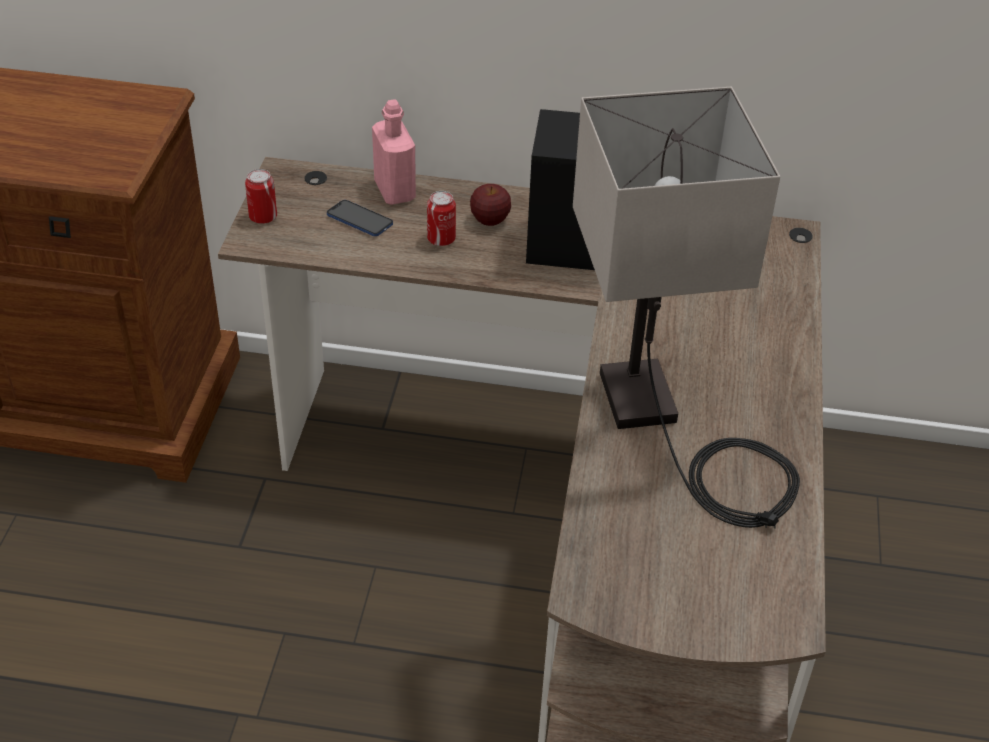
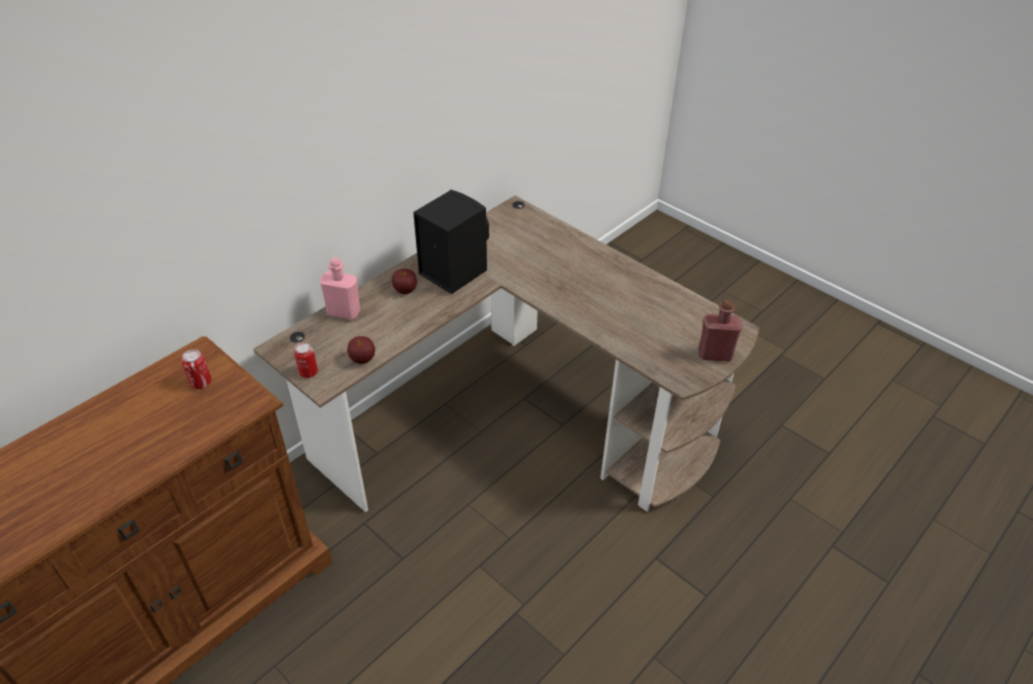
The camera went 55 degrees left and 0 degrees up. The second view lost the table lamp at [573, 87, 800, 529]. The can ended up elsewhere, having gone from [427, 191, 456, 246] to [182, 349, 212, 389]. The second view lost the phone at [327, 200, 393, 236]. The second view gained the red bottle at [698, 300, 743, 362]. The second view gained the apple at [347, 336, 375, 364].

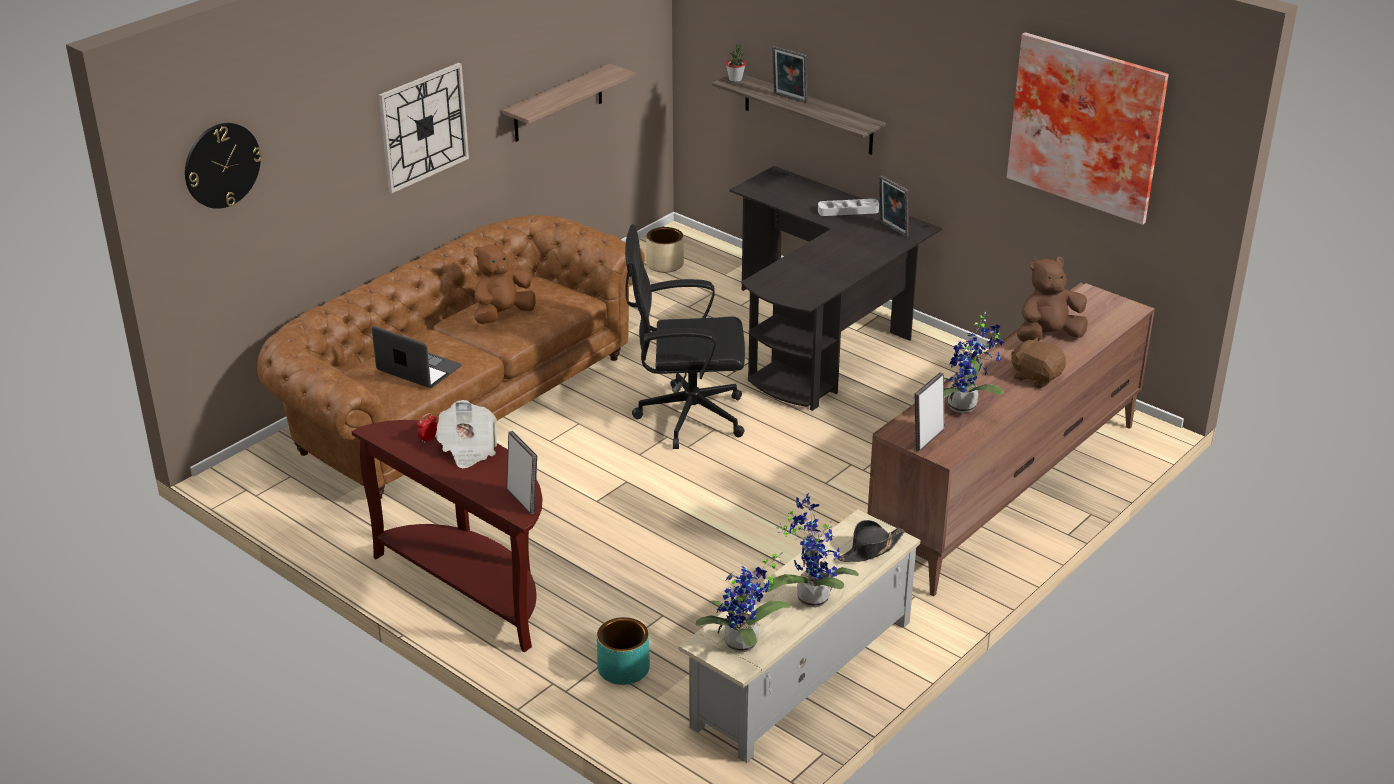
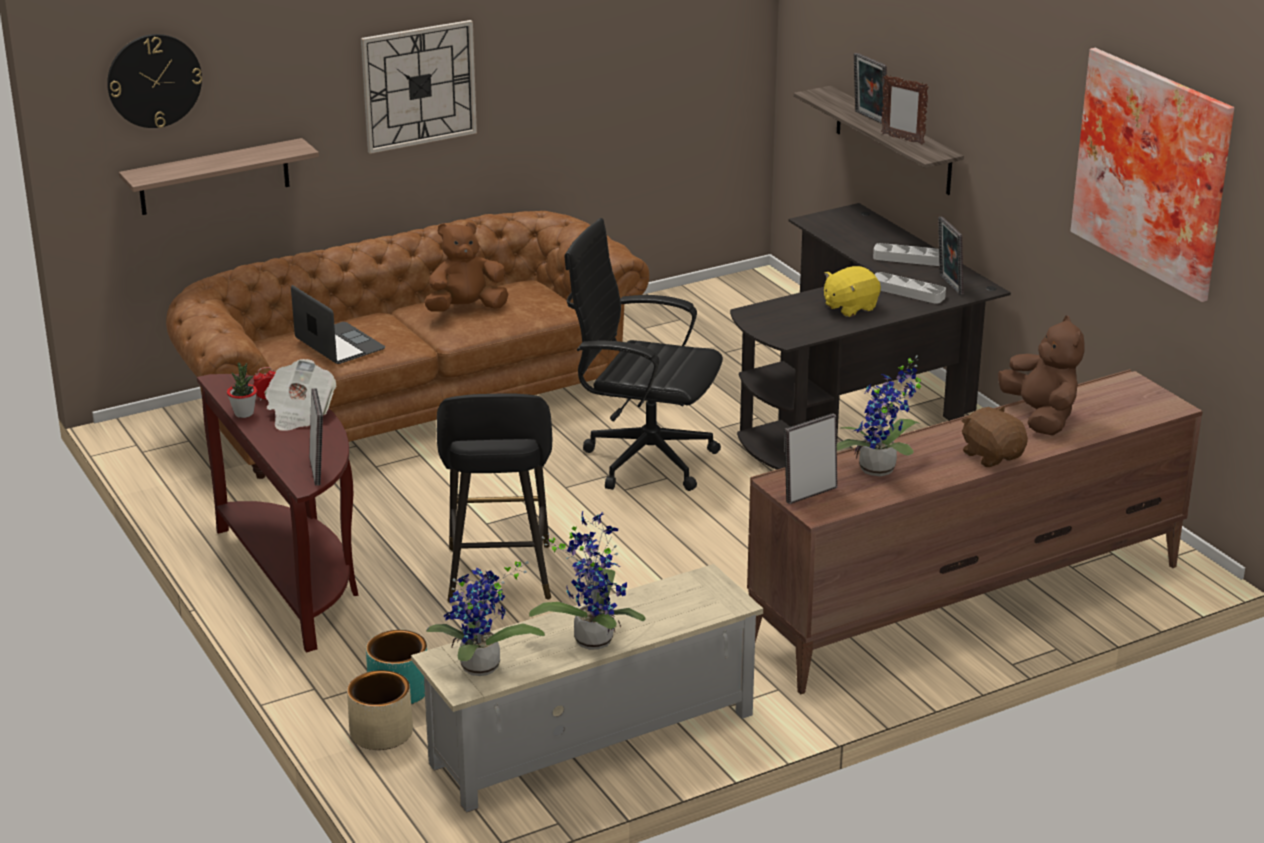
The camera went 20 degrees right and 5 degrees down. The potted plant ended up elsewhere, having gone from [726, 42, 746, 82] to [227, 362, 257, 418]. The shelf ended up elsewhere, having gone from [503, 64, 635, 142] to [119, 138, 319, 215]. The beige planter ended up elsewhere, having gone from [646, 227, 684, 273] to [347, 670, 413, 750]. The brown plush toy at [1017, 256, 1088, 342] ended up facing another way, 75 degrees clockwise from before. The second view lost the black hat at [837, 520, 905, 562]. The second view gained the picture frame at [881, 75, 929, 145]. The second view gained the yellow plush toy at [824, 266, 881, 317]. The second view gained the grey tray at [874, 272, 946, 304]. The second view gained the black stool at [437, 393, 552, 602].

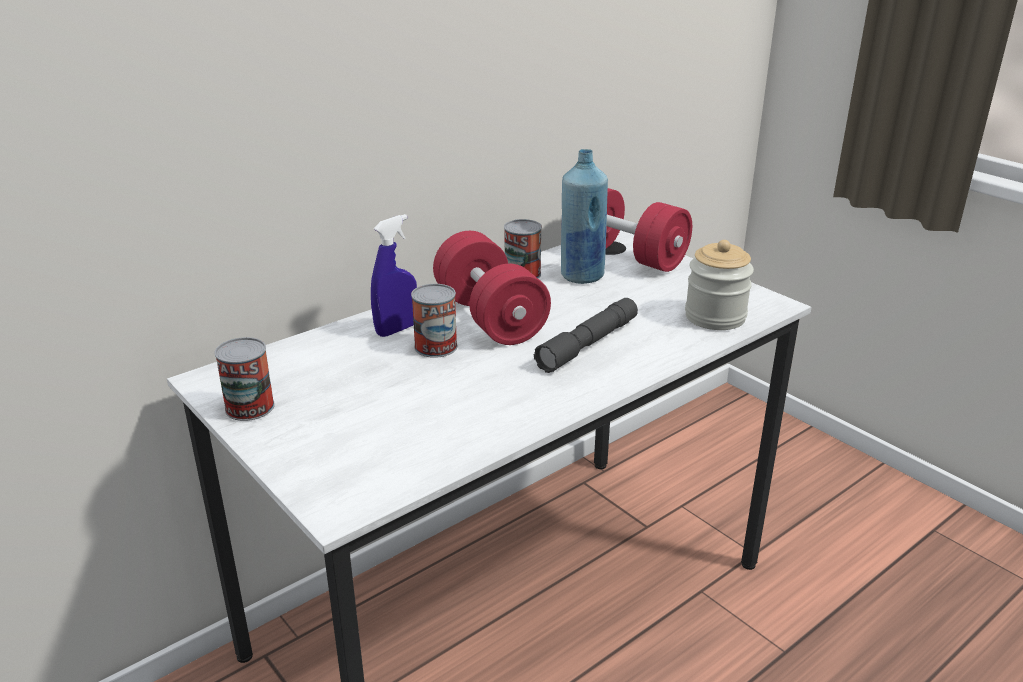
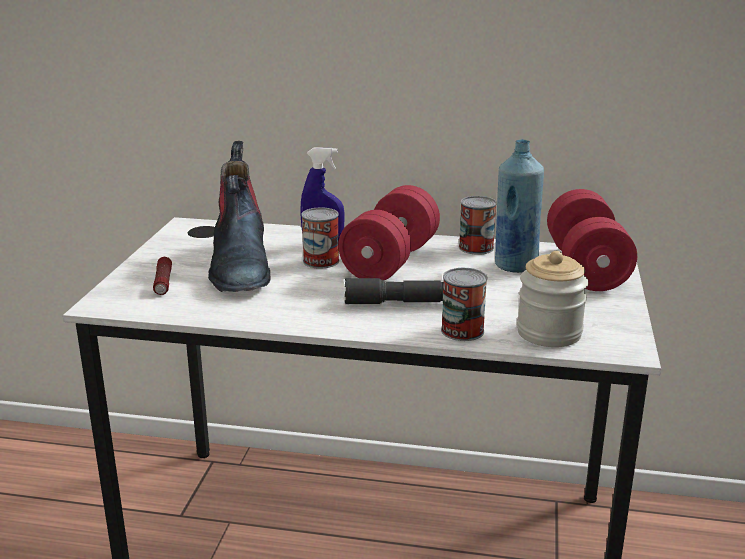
The camera went 50 degrees right and 5 degrees down. The can ended up elsewhere, having gone from [215, 337, 275, 421] to [441, 268, 487, 341]. The second view gained the boot at [208, 141, 271, 292]. The second view gained the flashlight at [153, 257, 172, 295].

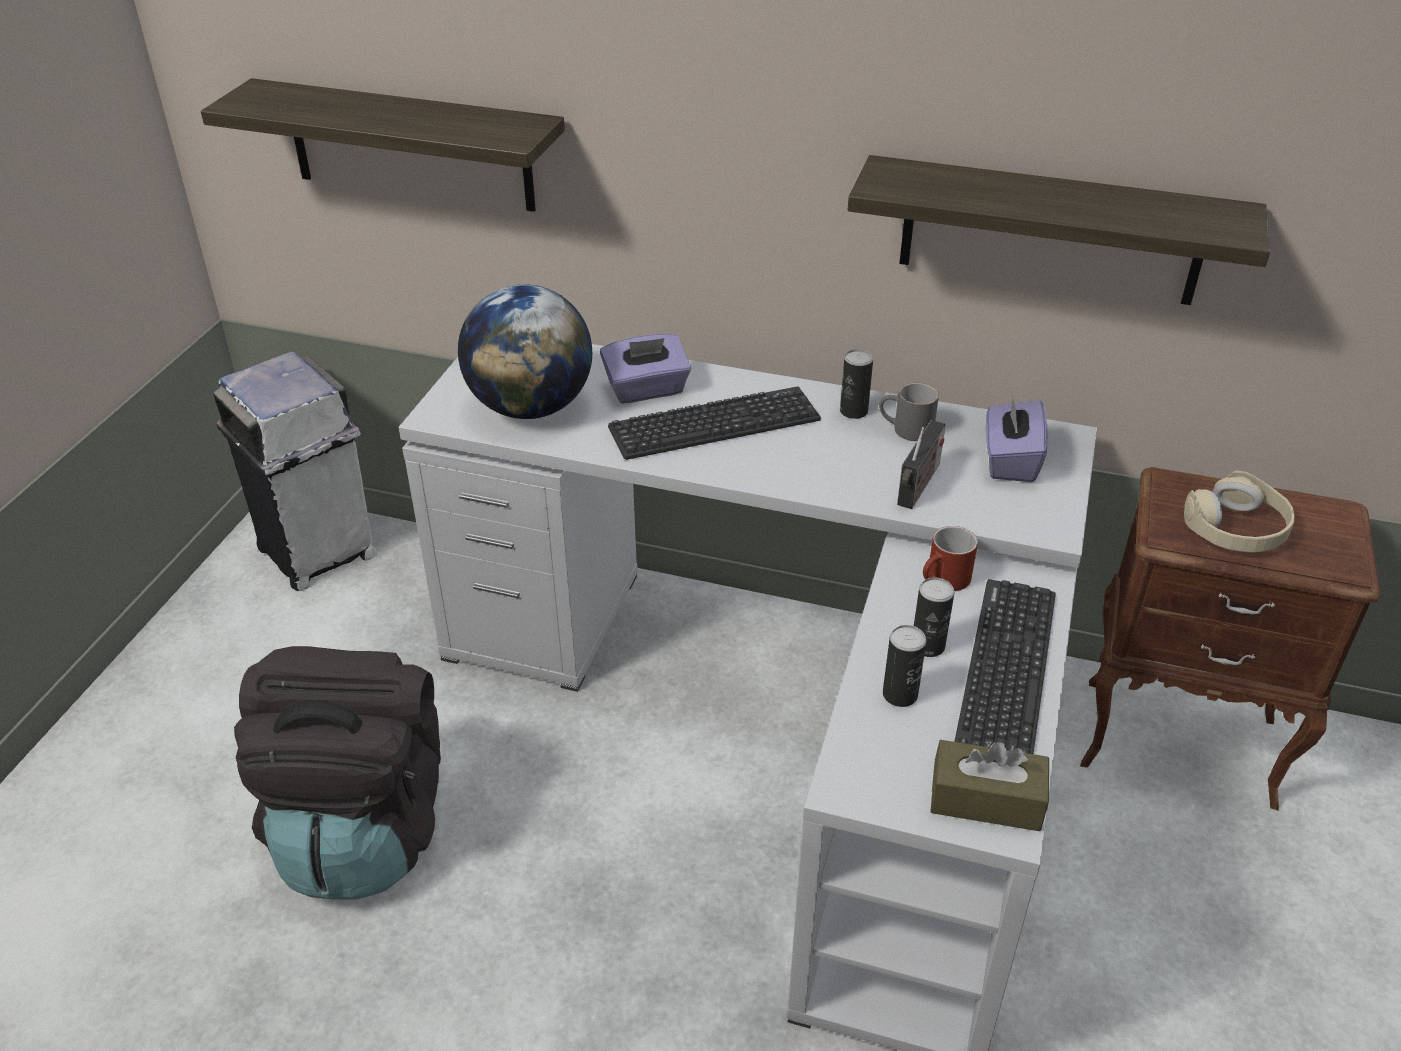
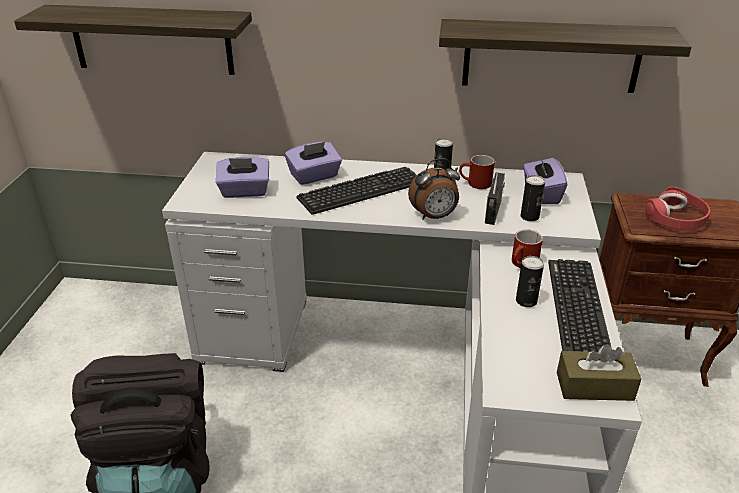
The camera went 10 degrees left and 5 degrees down. Where the globe stood at [458, 284, 592, 419], the purple tissue box came to stand at [216, 157, 269, 198]. The second view lost the white trash can at [213, 351, 377, 591]. What was the grey mug at [879, 383, 939, 441] turned into the red mug at [459, 155, 495, 189]. What was the beige headphones at [1184, 471, 1295, 553] turned into the red headphones at [645, 187, 711, 230]. The can ended up elsewhere, having gone from [883, 625, 927, 707] to [521, 175, 545, 221]. The second view gained the alarm clock at [408, 158, 460, 220].

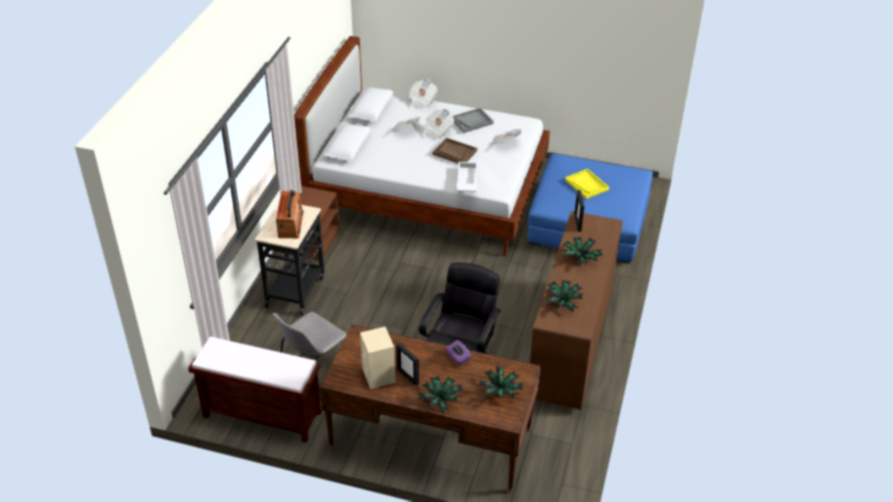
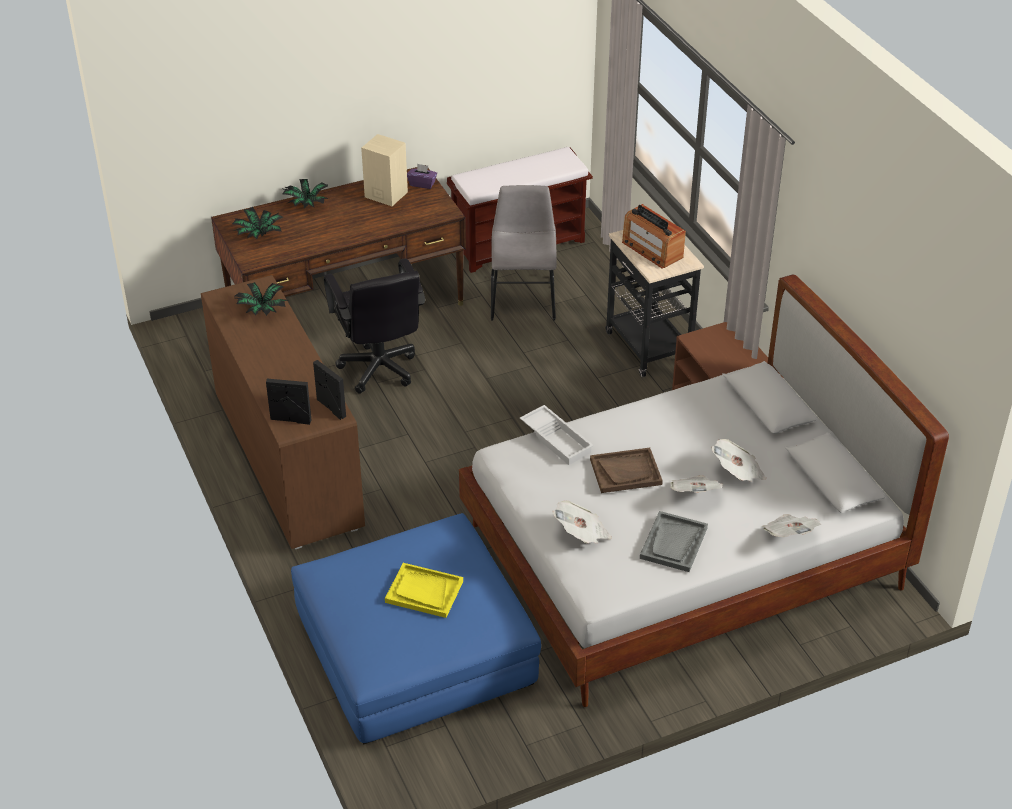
The camera went 140 degrees right and 0 degrees up. The second view lost the potted plant at [562, 237, 603, 265]. The purple tissue box ended up elsewhere, having gone from [446, 340, 471, 366] to [407, 163, 437, 189]. The picture frame ended up elsewhere, having gone from [396, 342, 419, 386] to [266, 379, 311, 425].

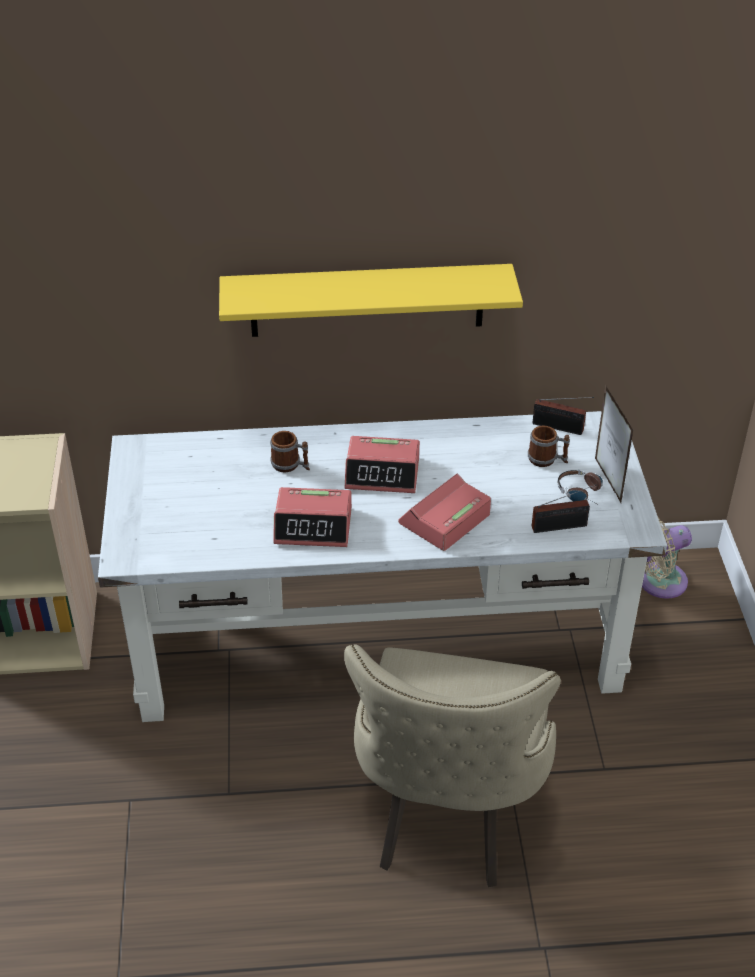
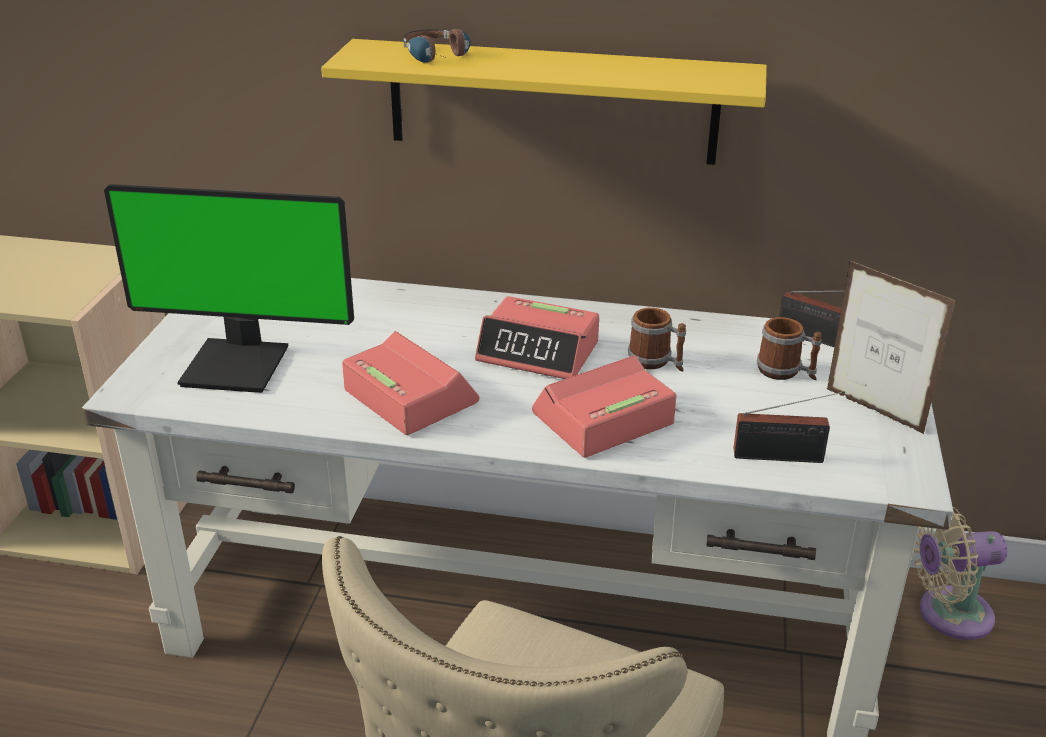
The camera went 15 degrees right and 10 degrees down. The picture frame at [595, 385, 634, 503] ended up facing another way, 135 degrees clockwise from before. The mug ended up elsewhere, having gone from [270, 431, 310, 473] to [628, 308, 686, 372]. The headphones ended up elsewhere, having gone from [557, 470, 603, 505] to [404, 29, 471, 63]. The alarm clock at [273, 487, 352, 547] ended up facing another way, 150 degrees counterclockwise from before. The second view gained the monitor at [104, 184, 354, 393].

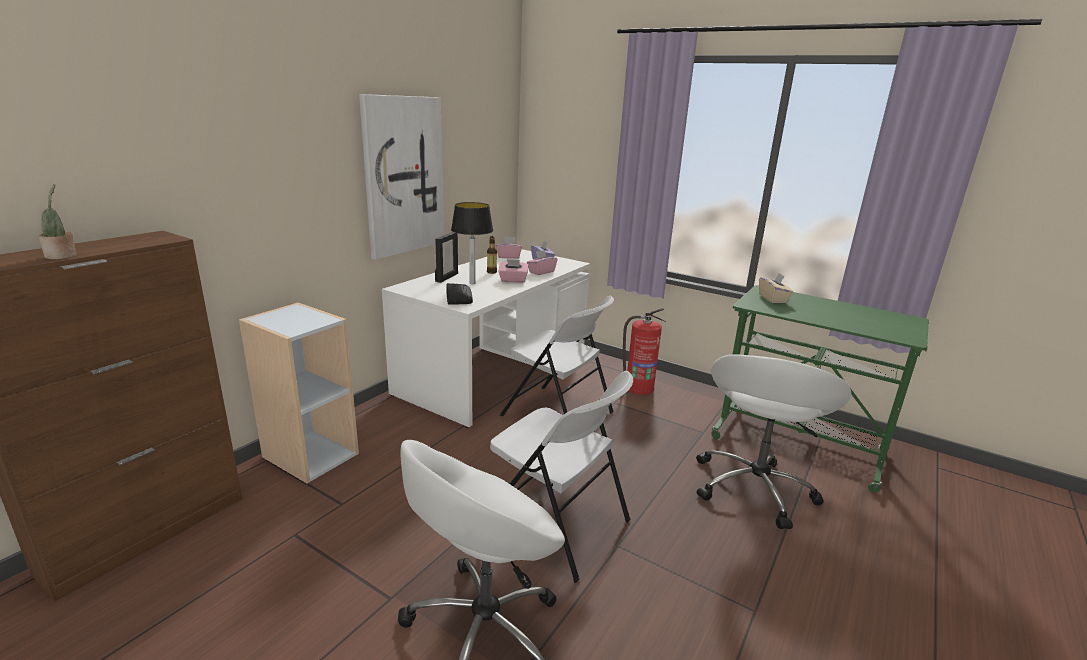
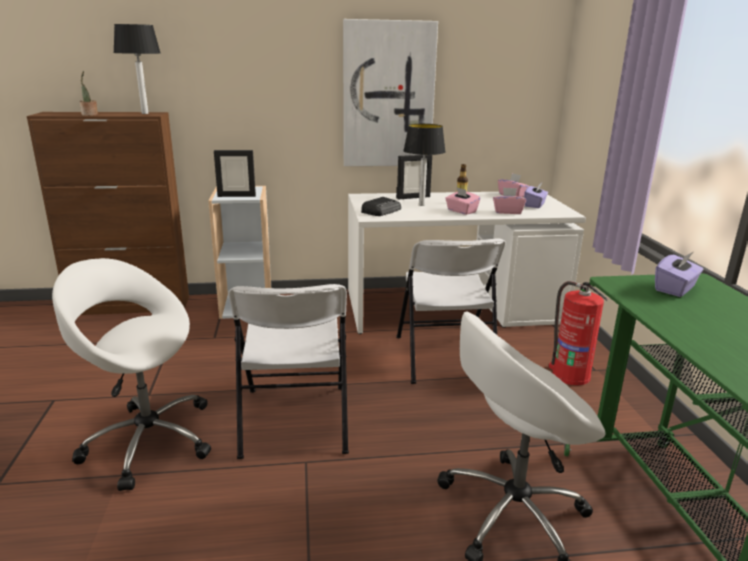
The camera went 50 degrees right and 0 degrees up. What was the beige tissue box at [759, 273, 793, 303] turned into the purple tissue box at [655, 252, 703, 297]. The second view gained the table lamp at [113, 24, 161, 114]. The second view gained the picture frame at [214, 150, 256, 197].

